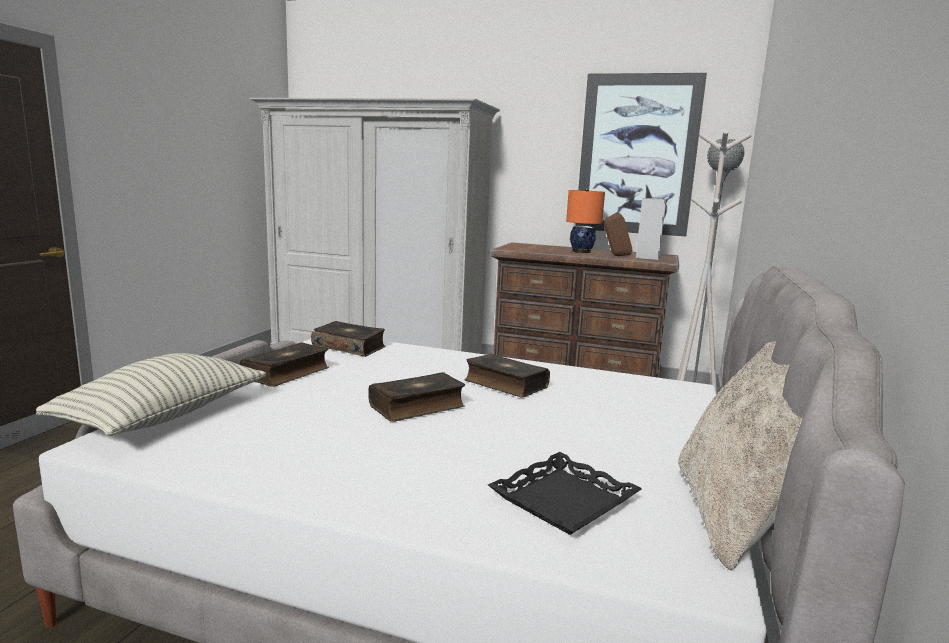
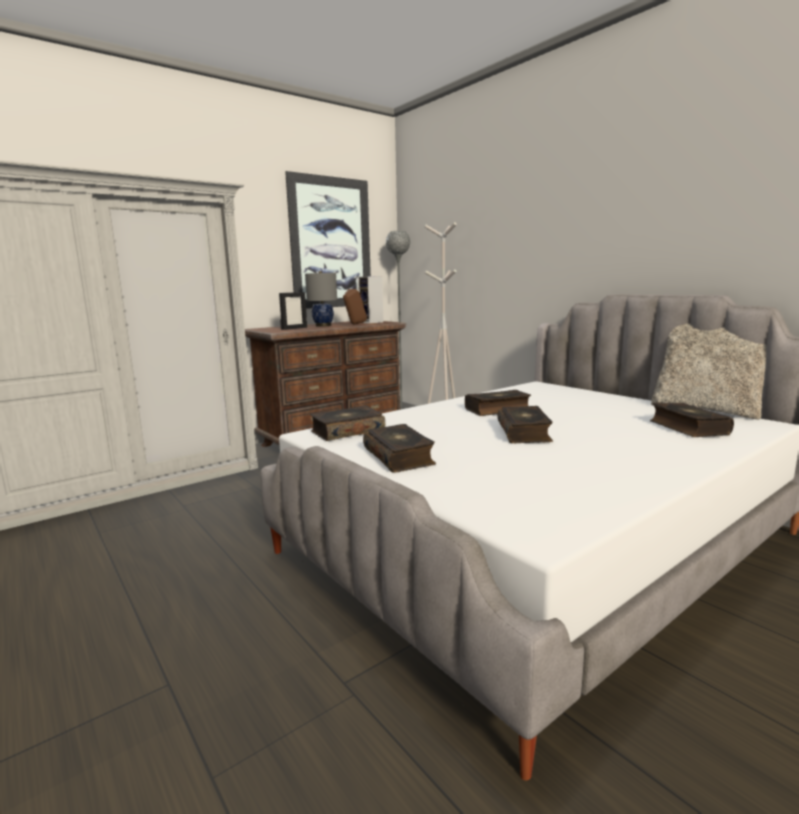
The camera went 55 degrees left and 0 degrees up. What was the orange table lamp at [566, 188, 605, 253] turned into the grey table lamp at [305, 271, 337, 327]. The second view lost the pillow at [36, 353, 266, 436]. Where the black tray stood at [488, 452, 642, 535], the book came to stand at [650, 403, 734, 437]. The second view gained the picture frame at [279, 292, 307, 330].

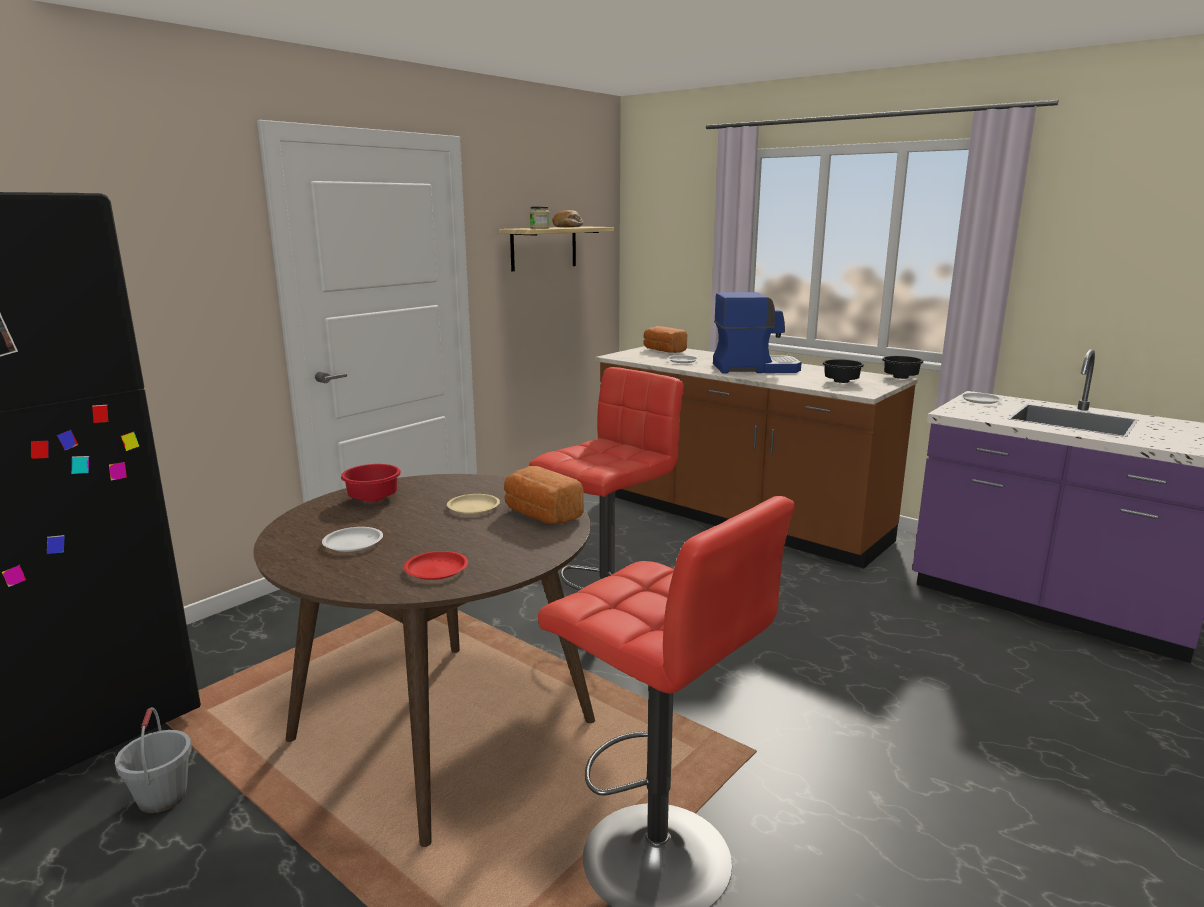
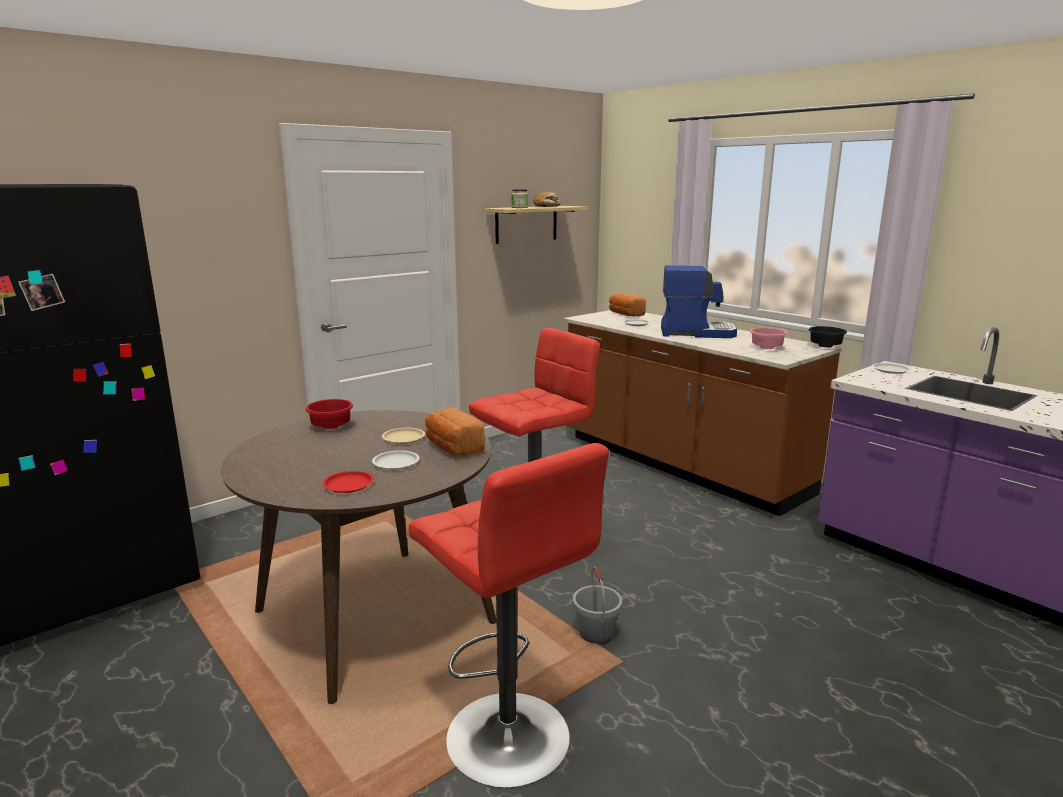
The camera went 10 degrees right and 0 degrees up. What was the black bowl at [822, 359, 864, 383] turned into the pink bowl at [750, 328, 787, 349]. The white plate ended up elsewhere, having gone from [322, 527, 383, 552] to [372, 450, 419, 470]. The grey bucket ended up elsewhere, having gone from [115, 707, 192, 813] to [573, 567, 622, 645].

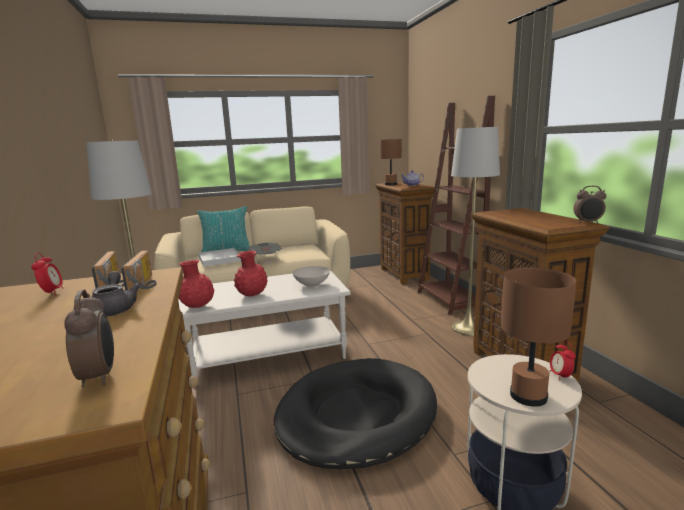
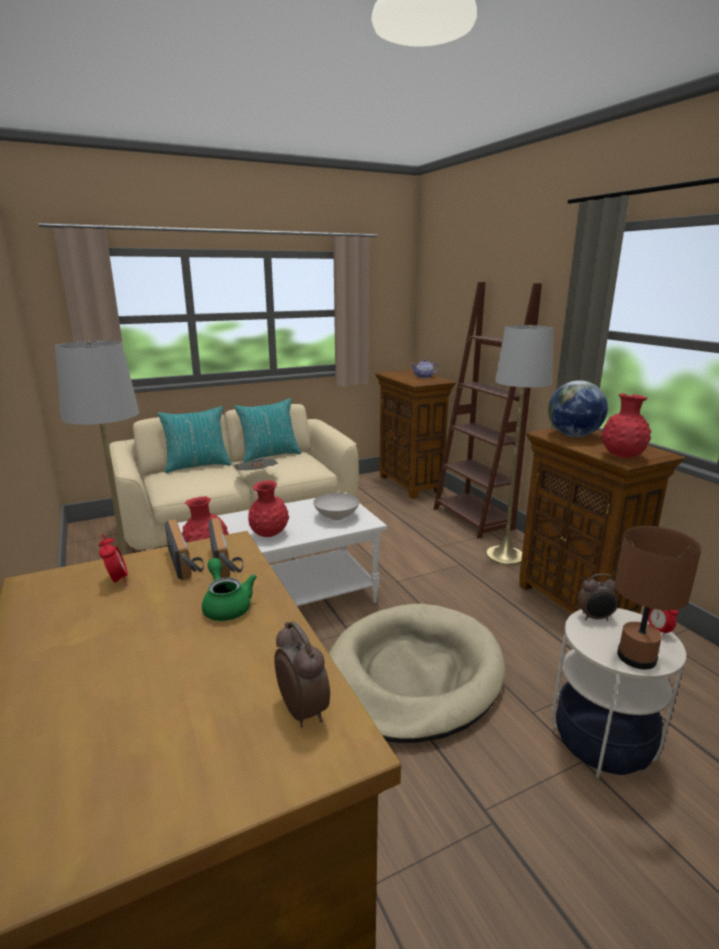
The camera went 10 degrees left and 5 degrees up. The second view lost the brown table lamp at [380, 139, 402, 185]. The alarm clock ended up elsewhere, having gone from [573, 186, 606, 224] to [577, 574, 618, 621]. The second view lost the white tray at [198, 248, 241, 267]. What was the grey teapot at [92, 271, 141, 316] turned into the green teapot at [202, 558, 257, 621]. What was the black dog bed at [274, 358, 437, 469] turned into the beige dog bed at [329, 604, 505, 743]. The second view gained the globe at [548, 380, 608, 437]. The second view gained the red vase at [601, 393, 651, 458]. The second view gained the turquoise pillow at [234, 398, 301, 462].

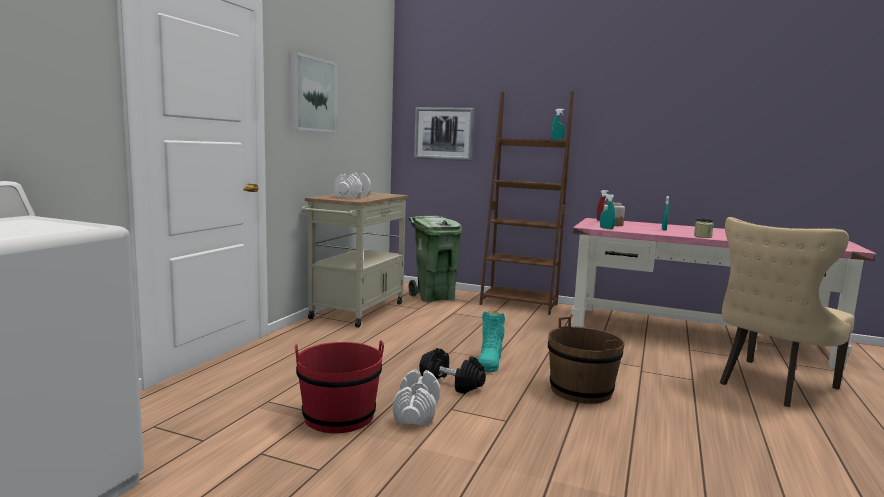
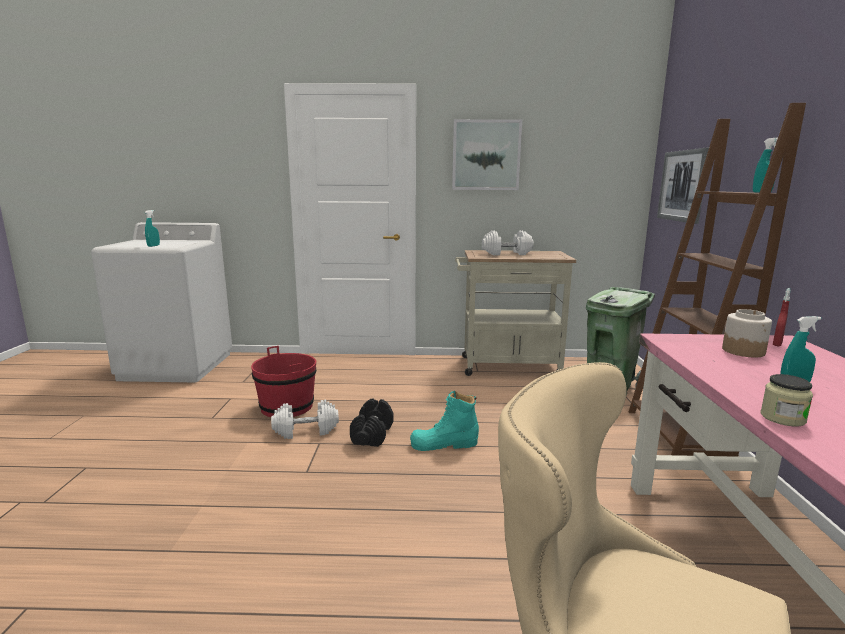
The camera went 70 degrees right and 5 degrees up. The turquoise spray bottle ended up elsewhere, having gone from [600, 194, 615, 229] to [145, 210, 160, 247]. The second view lost the brown bucket at [548, 317, 625, 404].

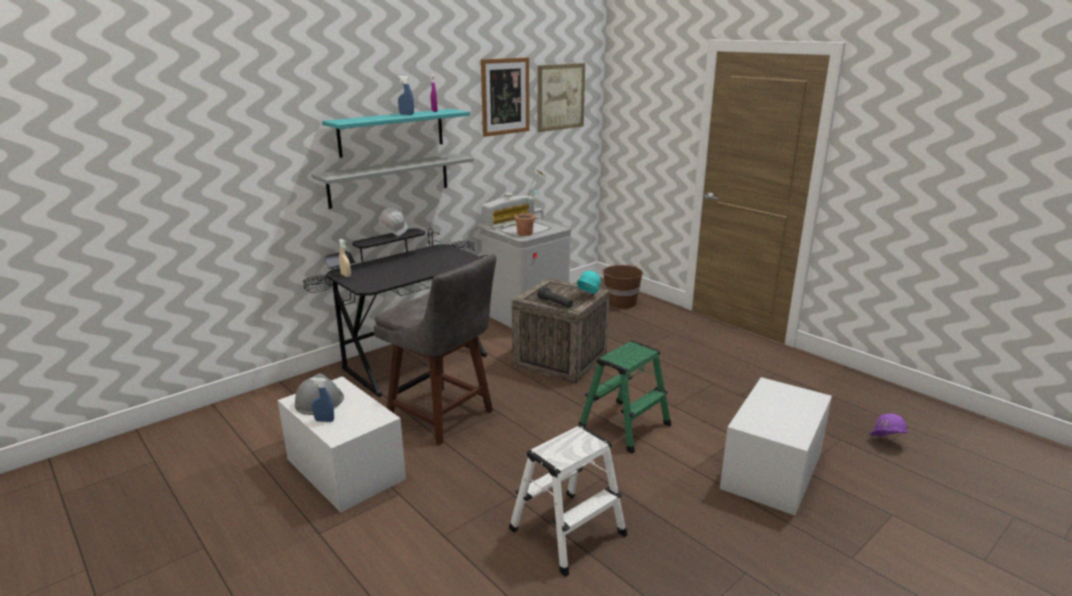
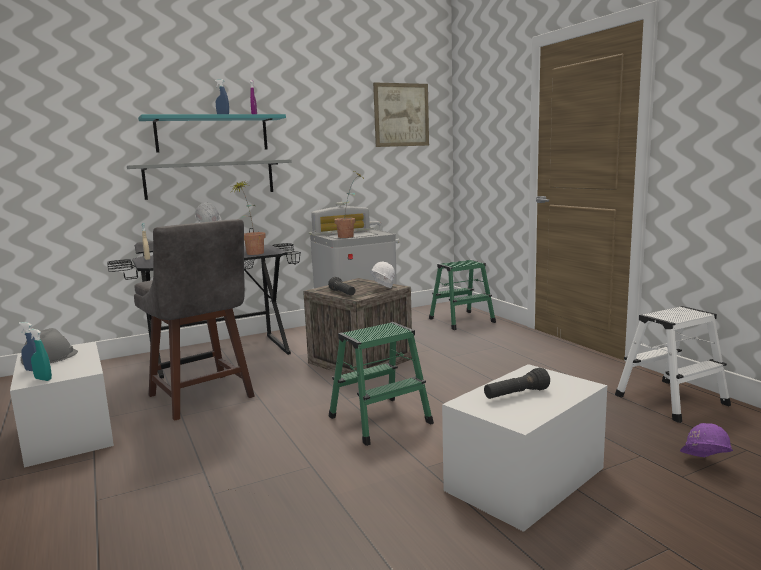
The camera went 15 degrees right and 10 degrees down. The second view lost the picture at [481, 57, 530, 137]. Where the brown bucket stood at [601, 265, 643, 309], the green step ladder came to stand at [429, 260, 496, 330]. What was the turquoise hard hat at [577, 271, 601, 294] turned into the white hard hat at [370, 261, 395, 288]. The white step ladder ended up elsewhere, having gone from [509, 424, 627, 577] to [615, 306, 731, 423]. The second view gained the potted plant at [232, 180, 266, 255]. The second view gained the turquoise spray bottle at [28, 329, 52, 381]. The second view gained the black flashlight at [484, 368, 550, 399].

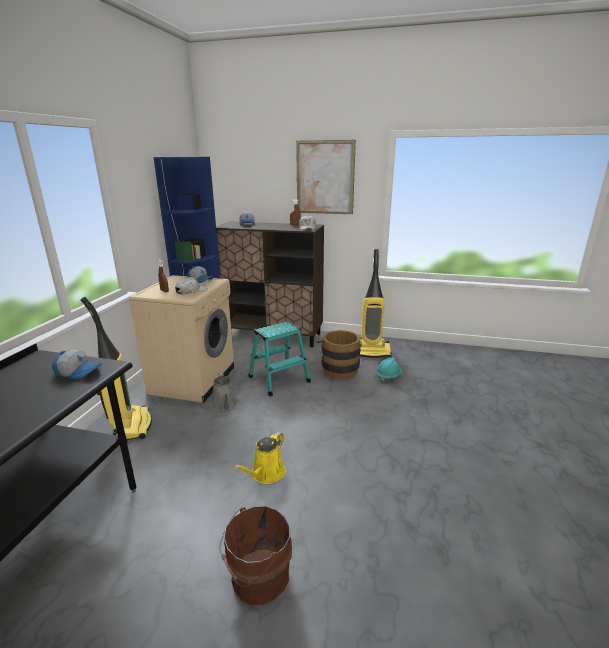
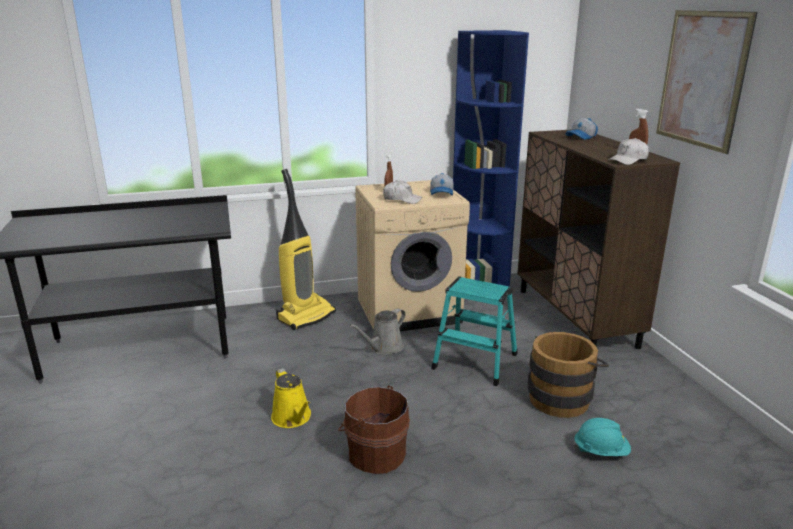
The camera went 60 degrees right and 0 degrees up. The second view lost the vacuum cleaner at [359, 249, 392, 358]. The second view lost the cap at [52, 349, 102, 379]. The yellow watering can at [234, 432, 286, 484] ended up facing another way, 120 degrees counterclockwise from before. The brown bucket ended up elsewhere, having gone from [219, 506, 292, 605] to [338, 385, 410, 474].

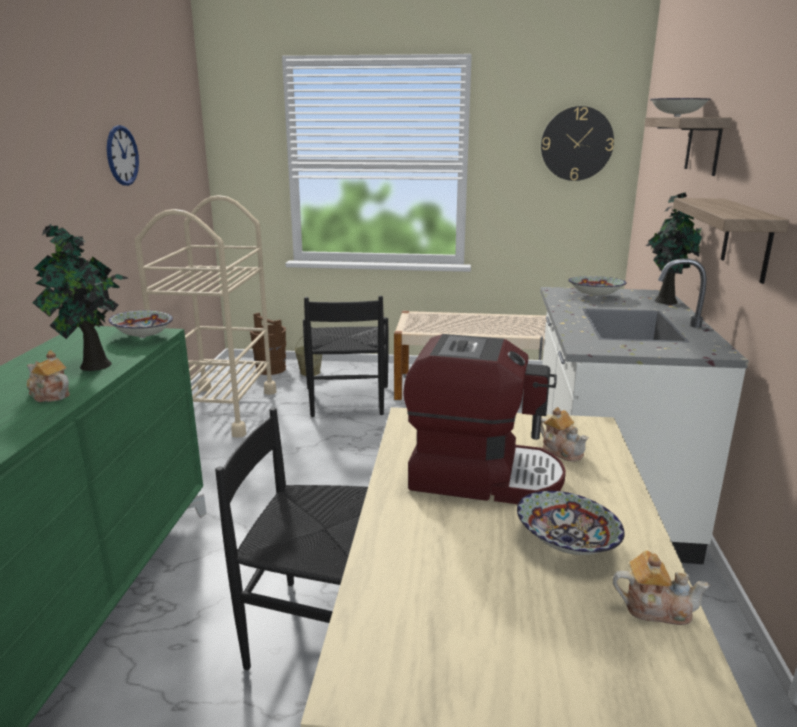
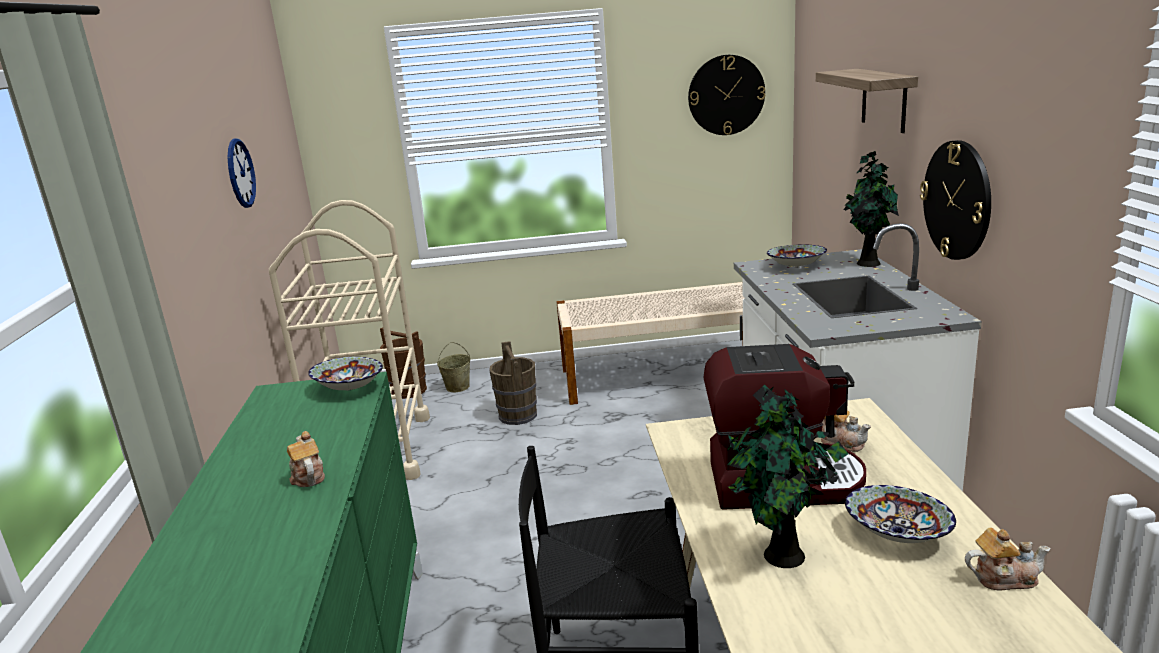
The camera went 10 degrees left and 0 degrees up. The second view lost the bowl at [650, 98, 711, 117]. Where the shelf hung at [673, 198, 789, 284], the wall clock came to hang at [920, 140, 991, 260]. The potted plant ended up elsewhere, having gone from [32, 224, 128, 371] to [727, 385, 848, 568]. Where the black chair stood at [303, 296, 389, 417], the brown bucket came to stand at [489, 341, 537, 425]. The teapot at [27, 350, 70, 402] ended up facing another way, 45 degrees clockwise from before.

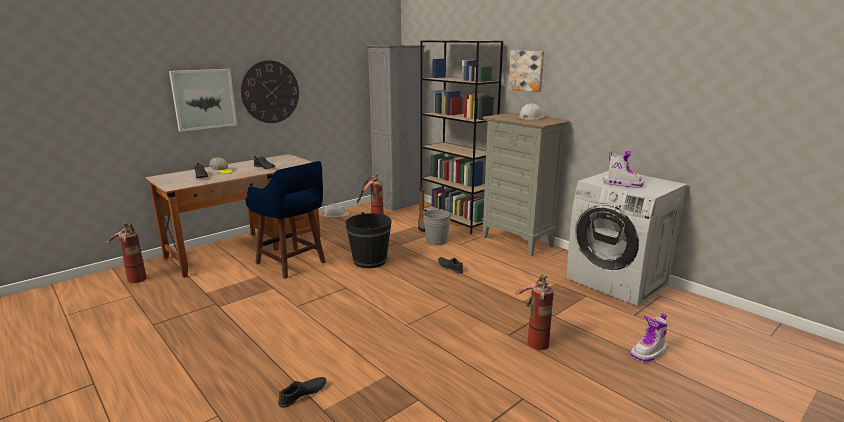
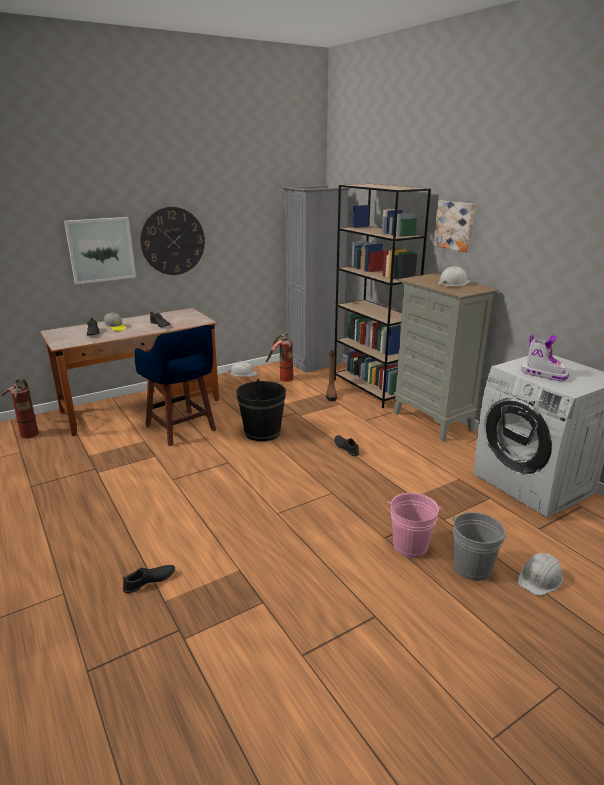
The camera went 10 degrees right and 5 degrees up. The grey bucket ended up elsewhere, having gone from [422, 210, 452, 245] to [450, 512, 508, 581]. Where the fire extinguisher stood at [515, 275, 554, 350], the pink bucket came to stand at [388, 493, 442, 558]. Where the boot stood at [630, 313, 668, 362], the white hard hat came to stand at [518, 553, 563, 596].

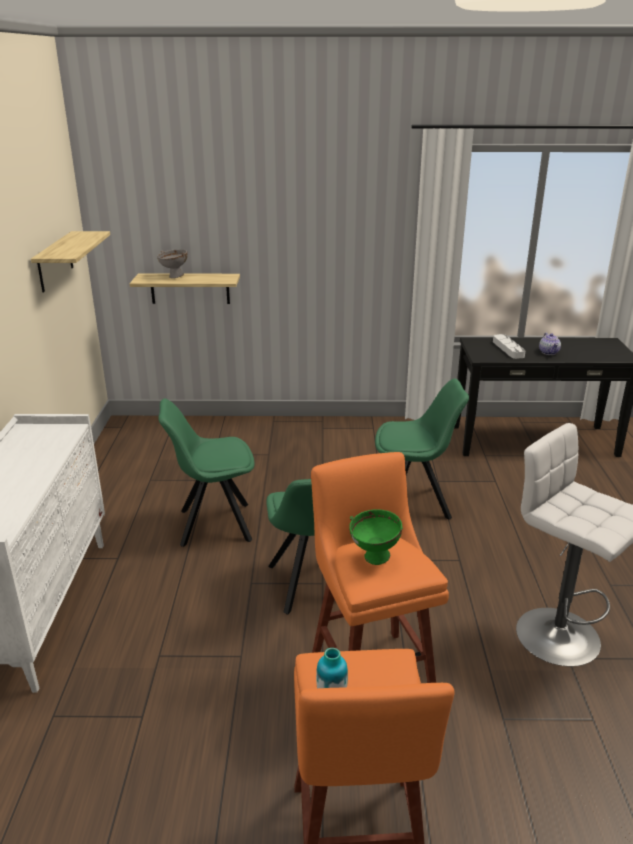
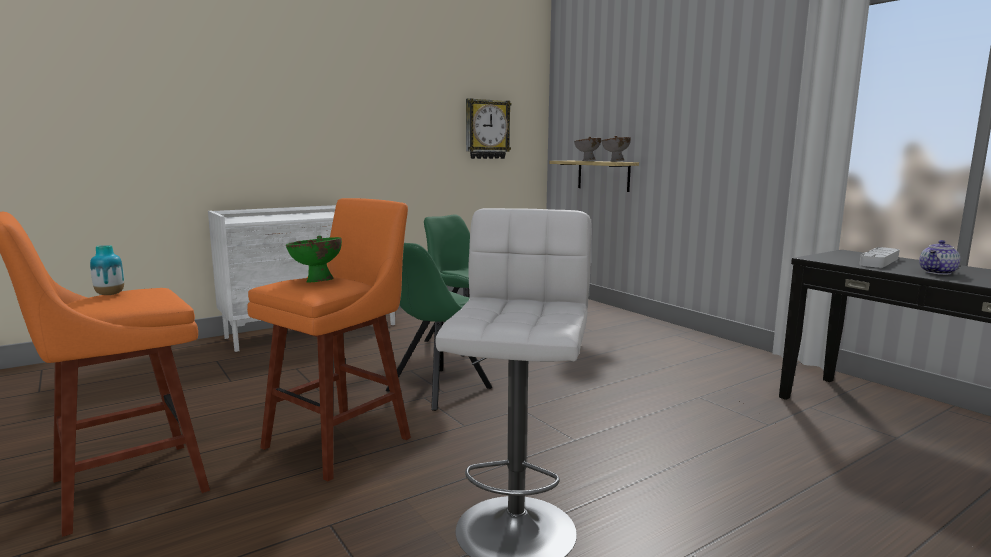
The camera went 55 degrees right and 15 degrees down. Where the shelf hung at [31, 231, 110, 293], the wall clock came to hang at [466, 98, 512, 159]. The second view lost the green chair at [375, 379, 469, 520]. The second view gained the grey bowl at [601, 136, 631, 162].

